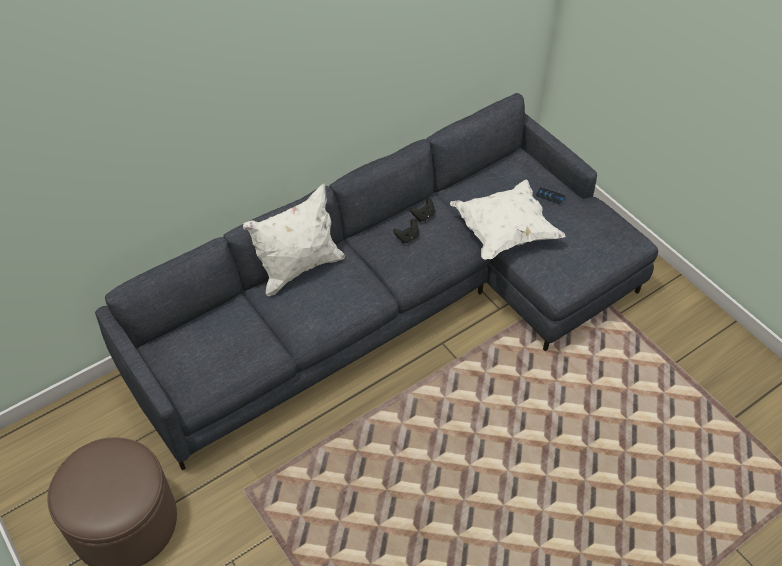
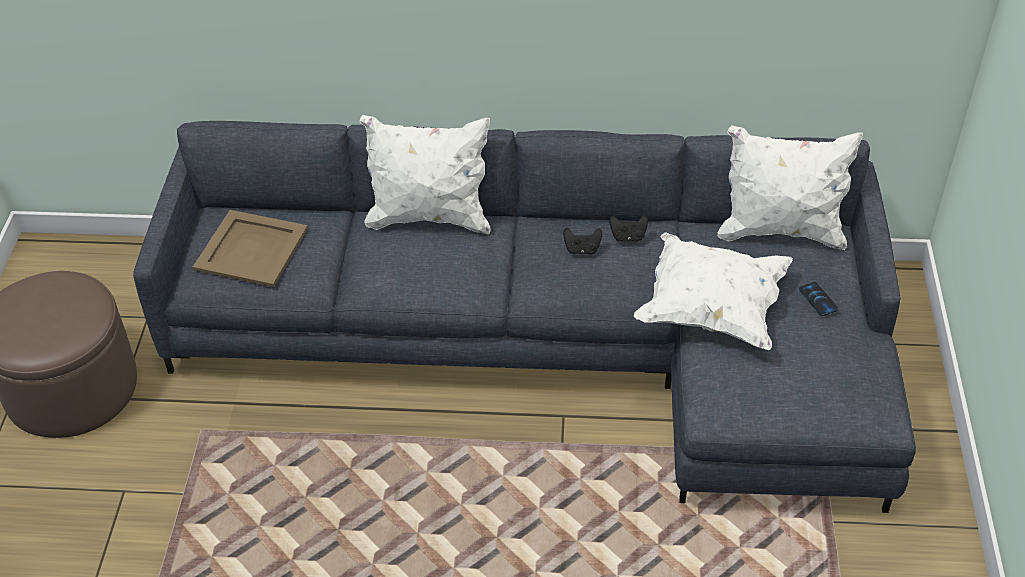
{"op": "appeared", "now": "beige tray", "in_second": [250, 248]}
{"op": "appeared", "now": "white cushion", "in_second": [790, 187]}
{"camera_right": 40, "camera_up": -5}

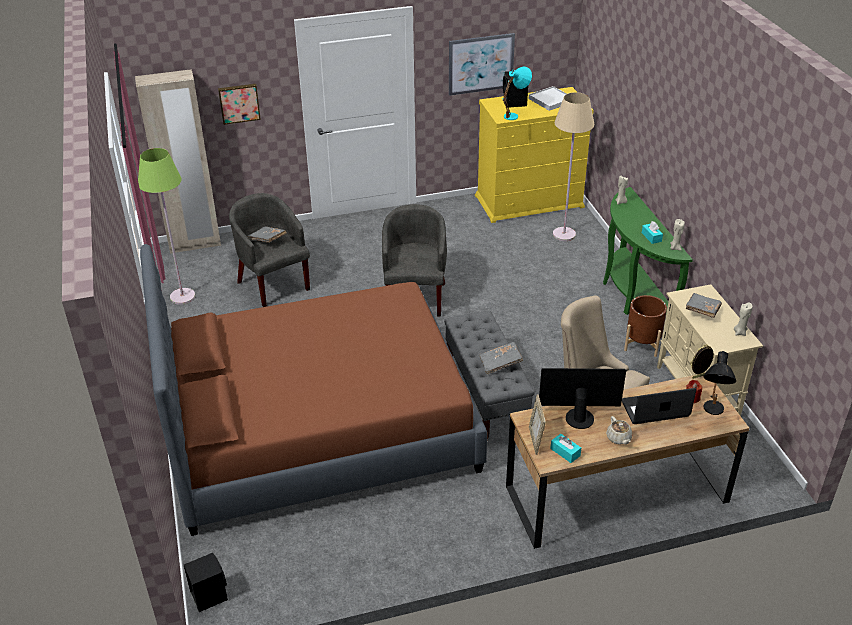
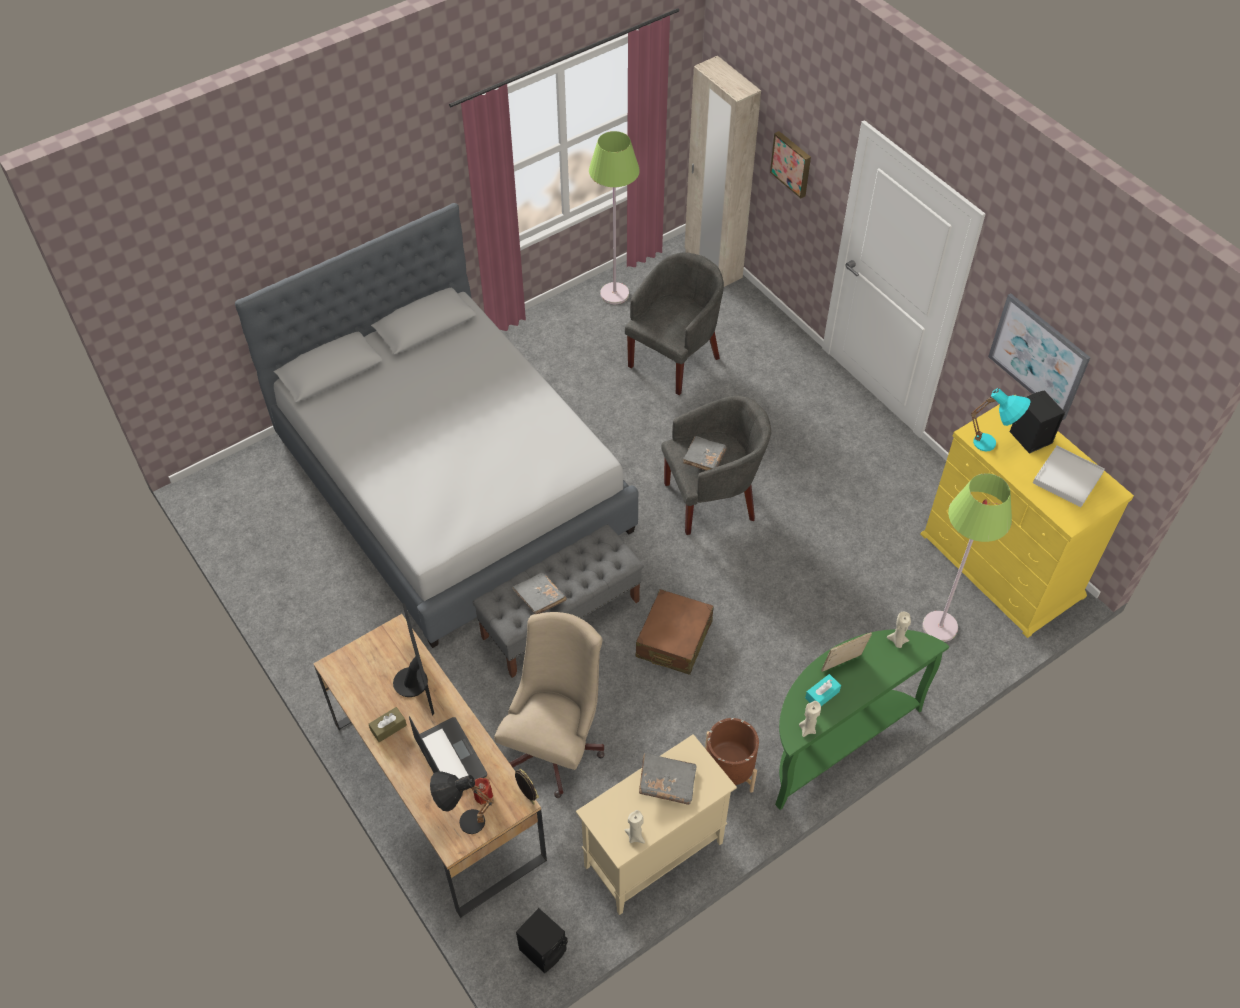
{"op": "colour", "was": "brownish sleeping bed", "now": "gray sleeping bed", "in_first": [313, 390], "in_second": [437, 425]}
{"op": "relocated", "was": "black-coloured loudspeaker", "in_first": [206, 582], "in_second": [542, 940]}
{"op": "relocated", "was": "gray bound book", "in_first": [267, 234], "in_second": [705, 453]}
{"op": "relocated", "was": "standing frame", "in_first": [537, 424], "in_second": [846, 652]}
{"op": "missing", "was": "turquoise tissue box", "in_first": [565, 448]}
{"op": "colour", "was": "beige standard lamp", "now": "green standard lamp", "in_first": [573, 166], "in_second": [967, 557]}
{"op": "exchanged", "was": "beige tea pot", "now": "brownish tissue box", "in_first": [619, 430], "in_second": [388, 724]}
{"op": "appeared", "now": "brownish piece of luggage", "in_second": [675, 632]}
{"camera_right": 70, "camera_up": 15}

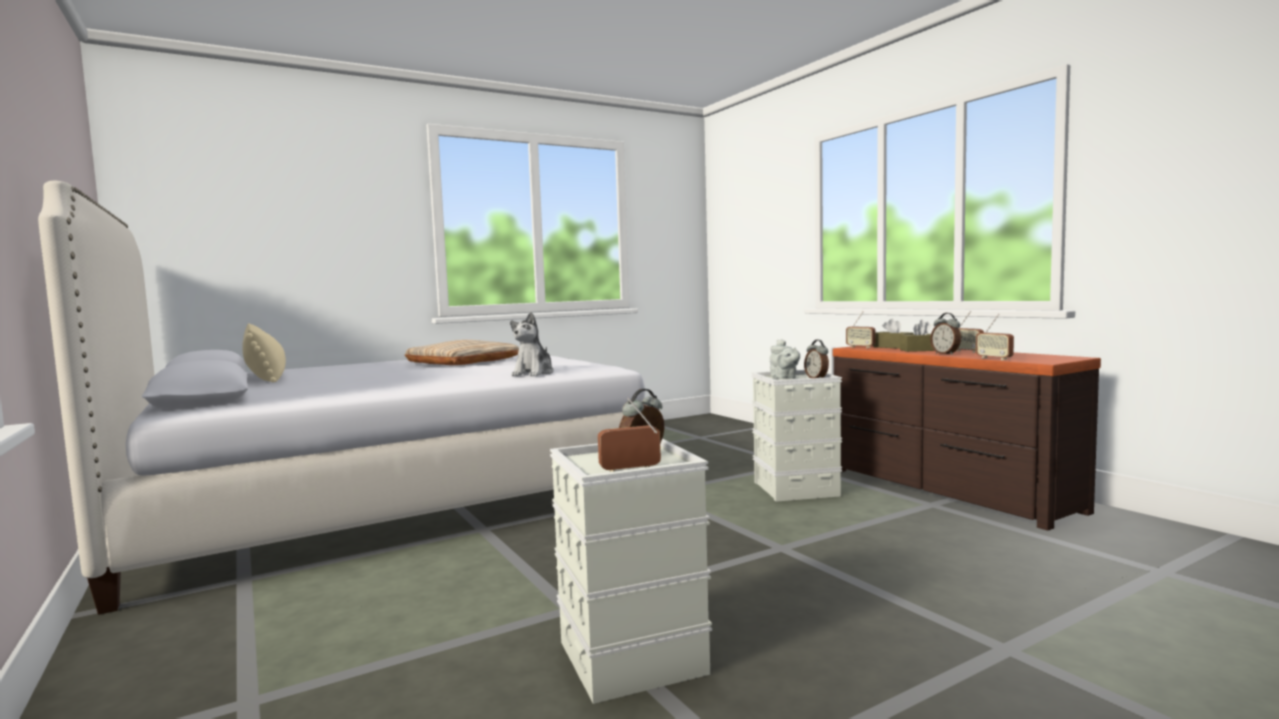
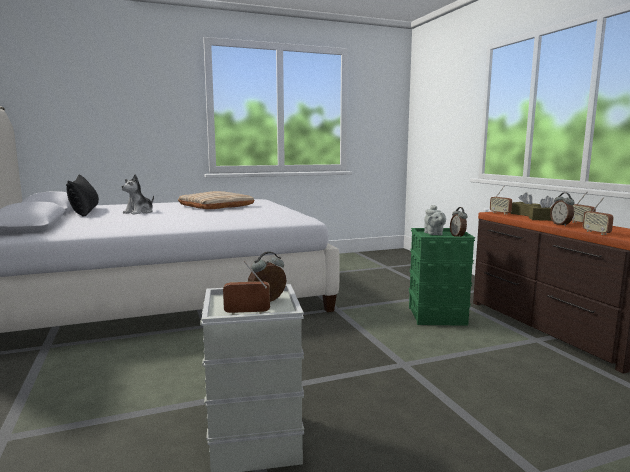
{"op": "colour", "was": "beige cushion", "now": "black-coloured cushion", "in_first": [264, 352], "in_second": [82, 195]}
{"op": "relocated", "was": "plush toy", "in_first": [532, 344], "in_second": [137, 194]}
{"op": "colour", "was": "gray storage bin", "now": "green storage bin", "in_first": [796, 436], "in_second": [442, 277]}
{"camera_right": 10, "camera_up": 5}

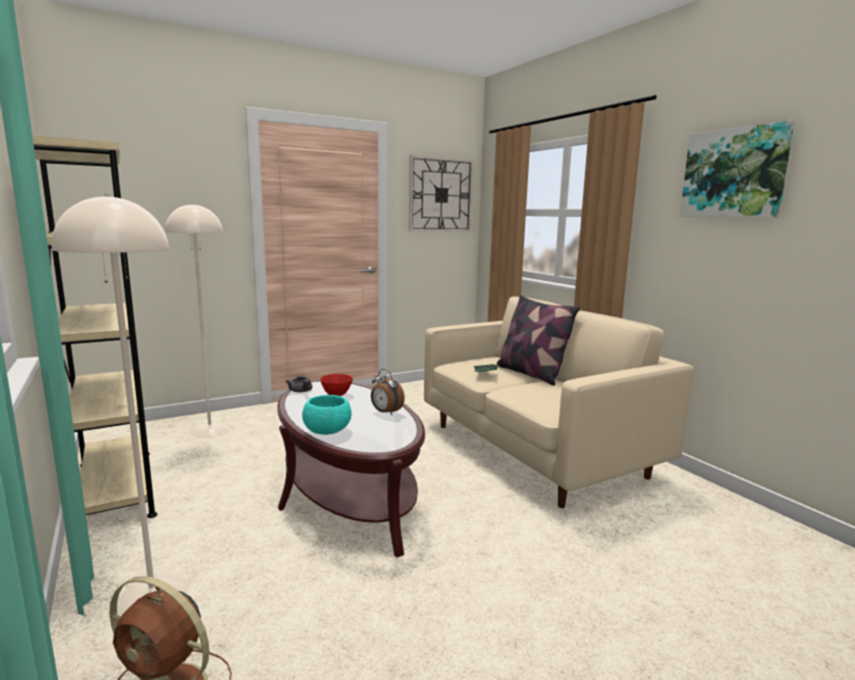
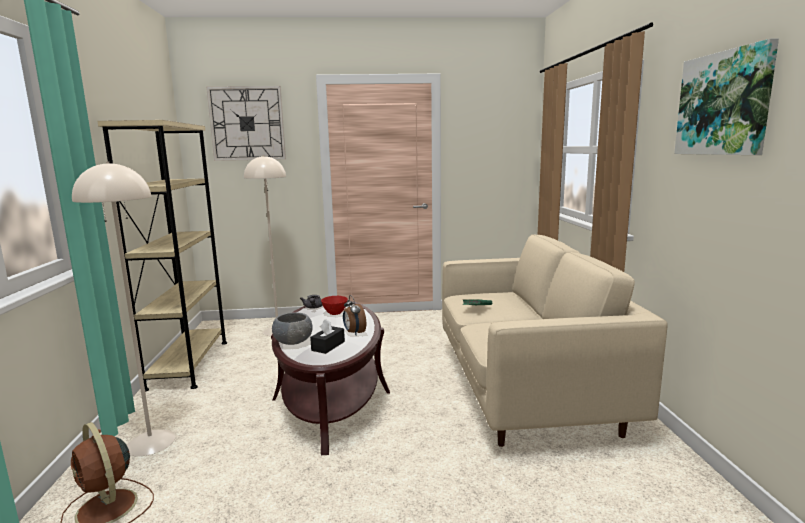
{"op": "colour", "was": "turquoise bowl", "now": "gray bowl", "in_first": [327, 415], "in_second": [292, 329]}
{"op": "relocated", "was": "wall clock", "in_first": [441, 193], "in_second": [246, 123]}
{"op": "missing", "was": "cushion", "in_first": [538, 340]}
{"op": "appeared", "now": "black-coloured tissue box", "in_second": [327, 336]}
{"camera_right": 25, "camera_up": 0}

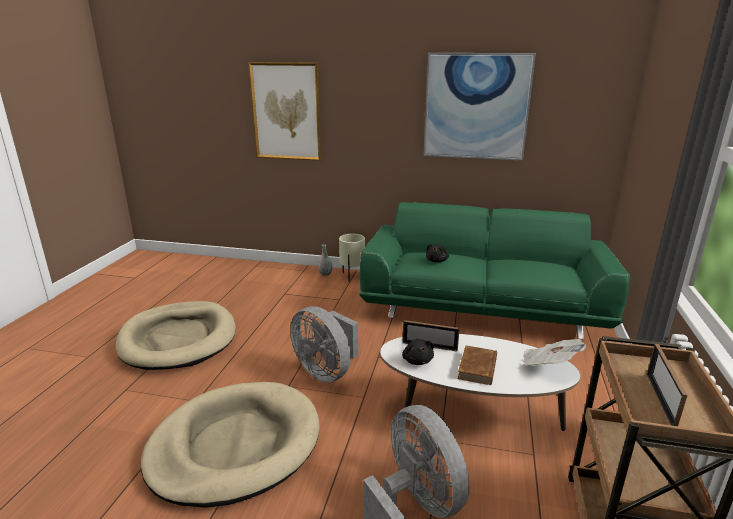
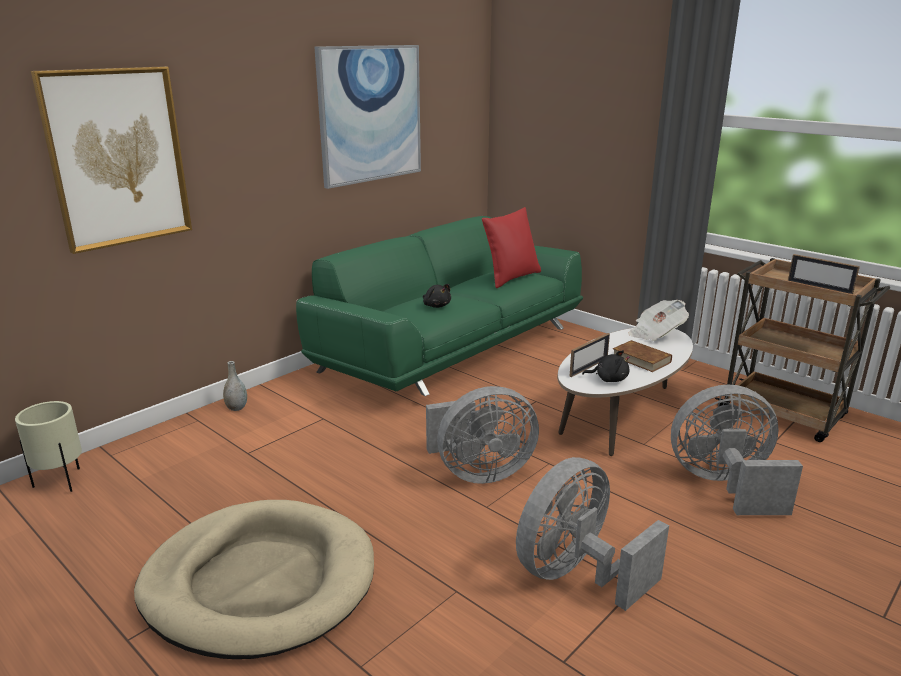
{"op": "exchanged", "was": "beige dog bed", "now": "gray cooling fan", "in_first": [230, 445], "in_second": [592, 534]}
{"op": "relocated", "was": "beige planter", "in_first": [352, 258], "in_second": [48, 446]}
{"op": "appeared", "now": "red-coloured cushion", "in_second": [511, 247]}
{"camera_right": -60, "camera_up": 0}

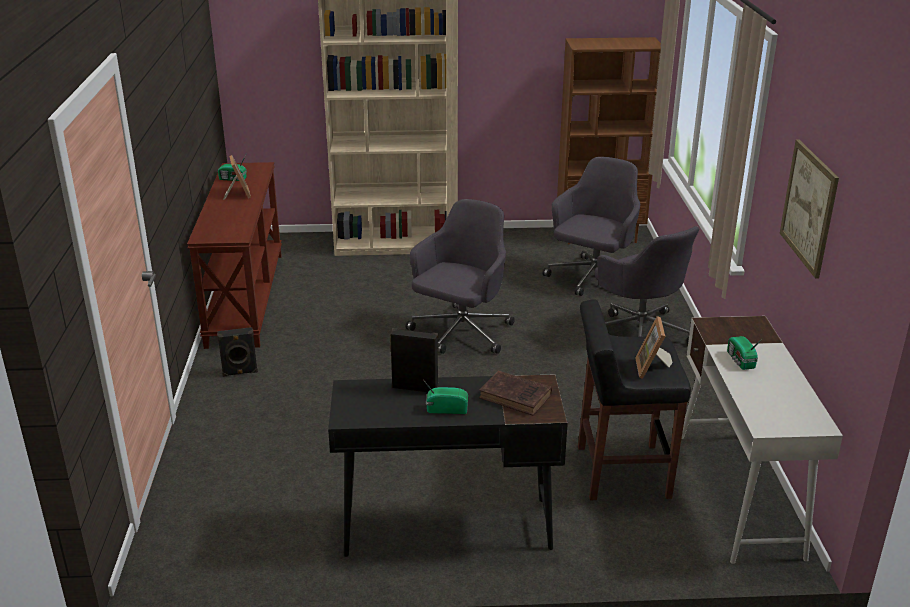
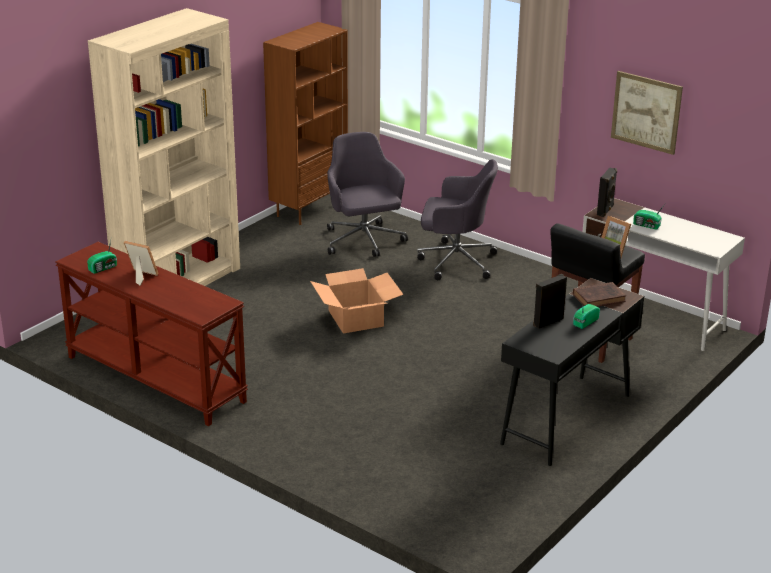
{"op": "relocated", "was": "black-coloured loudspeaker", "in_first": [237, 352], "in_second": [607, 192]}
{"op": "exchanged", "was": "gray computer chair", "now": "packing box", "in_first": [460, 276], "in_second": [357, 300]}
{"camera_right": -50, "camera_up": 0}

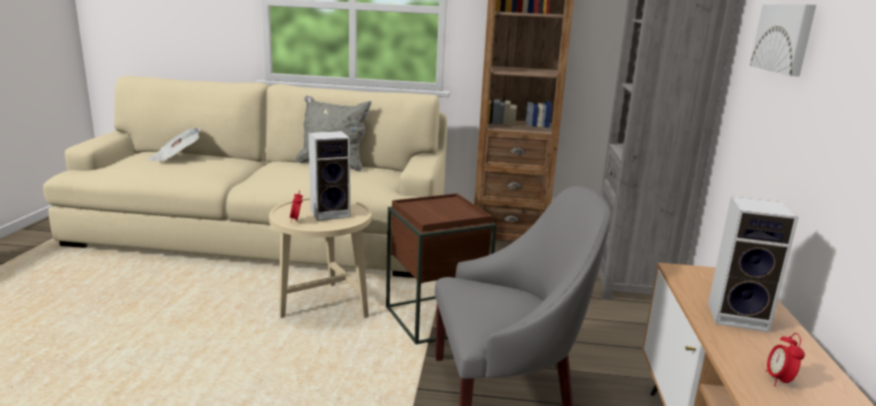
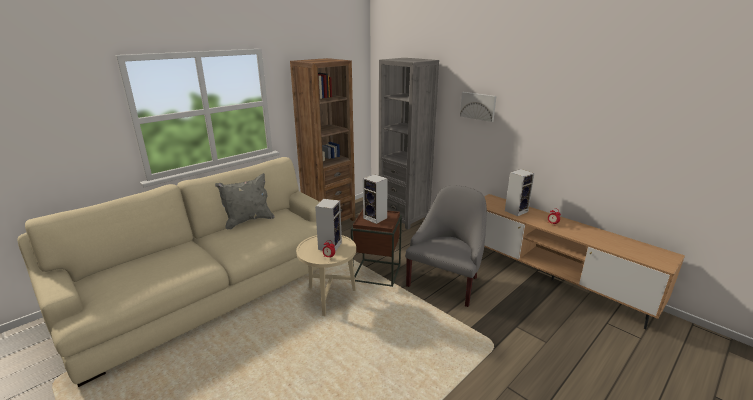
{"op": "missing", "was": "printed paper", "in_first": [174, 145]}
{"op": "appeared", "now": "loudspeaker", "in_second": [375, 199]}
{"camera_right": -50, "camera_up": 5}

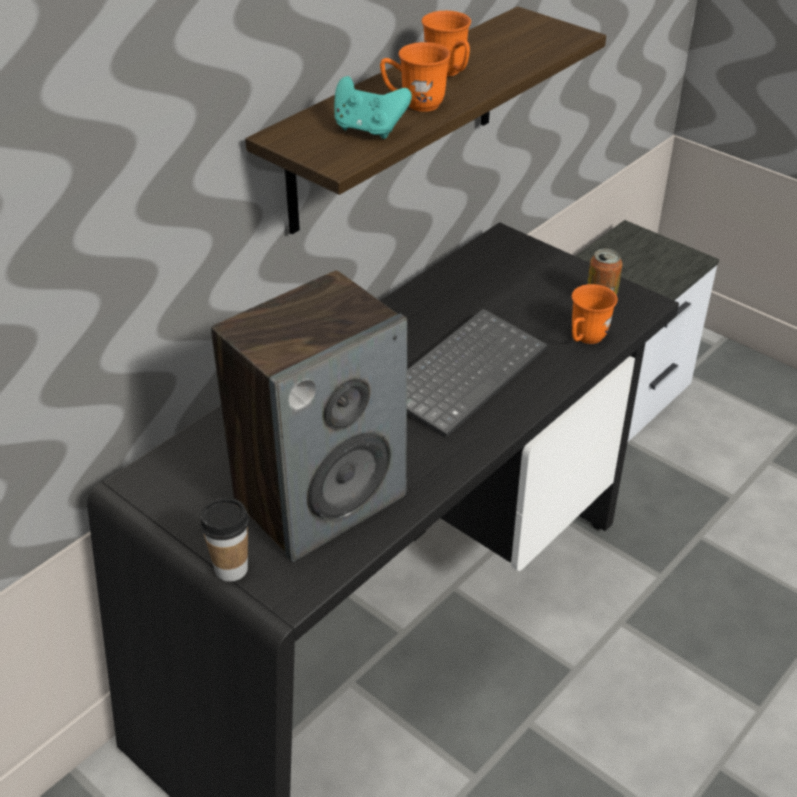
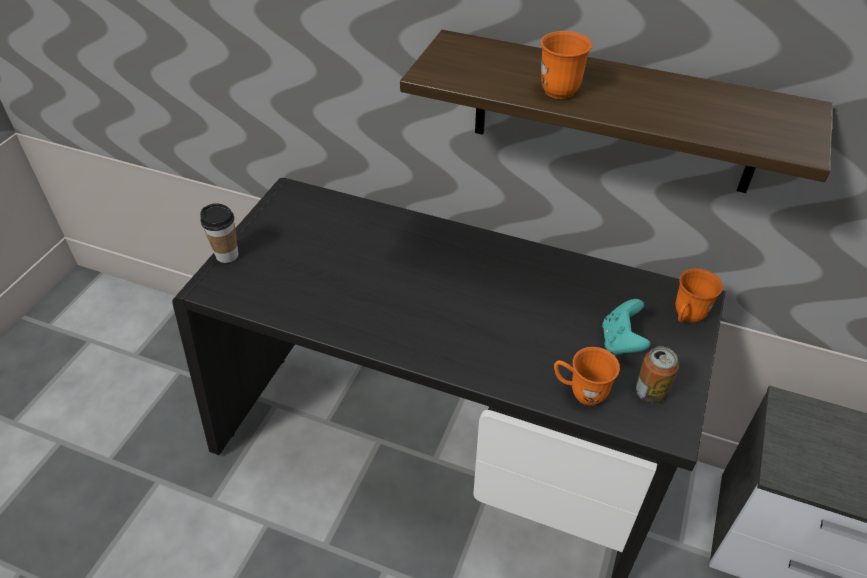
{"op": "missing", "was": "loudspeaker", "in_first": [309, 416]}
{"op": "relocated", "was": "turquoise game controller", "in_first": [373, 107], "in_second": [626, 327]}
{"op": "missing", "was": "PC keyboard", "in_first": [477, 373]}
{"op": "relocated", "was": "orange mug", "in_first": [446, 44], "in_second": [699, 295]}
{"camera_right": 70, "camera_up": 5}

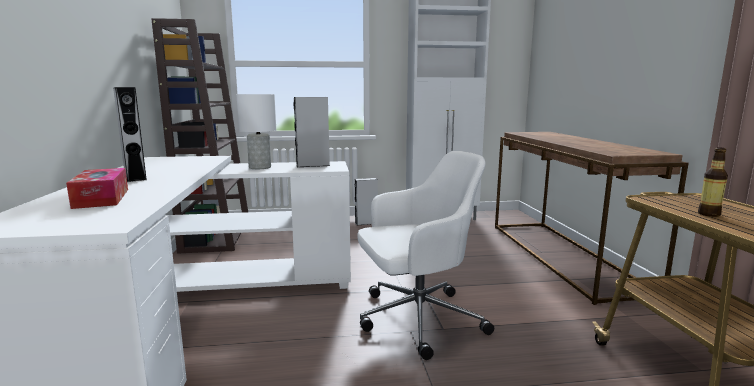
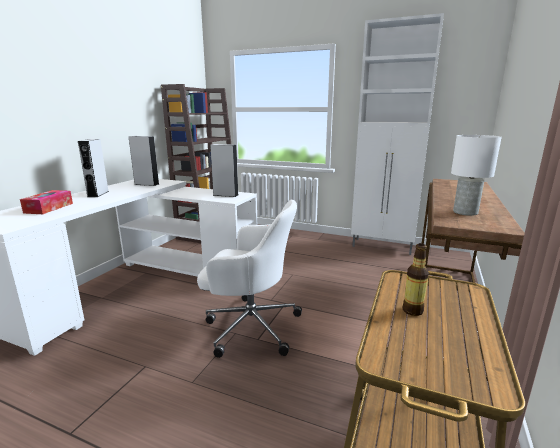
{"op": "relocated", "was": "white tabletop lamp", "in_first": [256, 131], "in_second": [476, 175]}
{"op": "relocated", "was": "gray loudspeaker", "in_first": [366, 201], "in_second": [143, 161]}
{"camera_right": 30, "camera_up": 5}

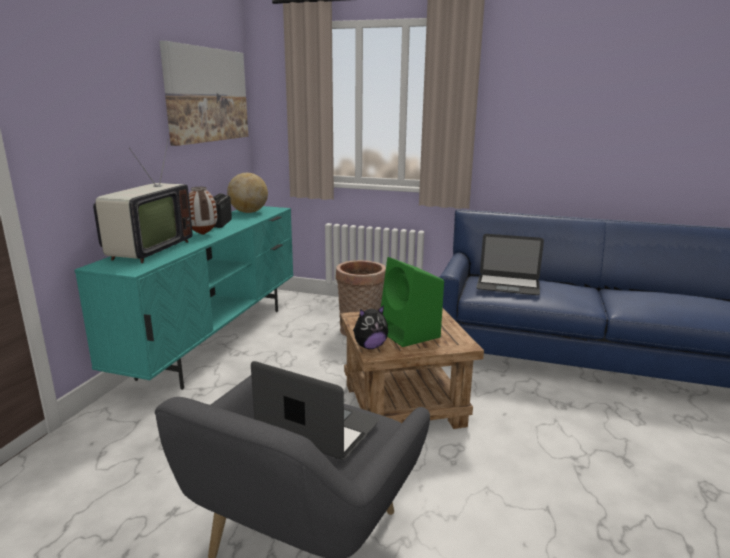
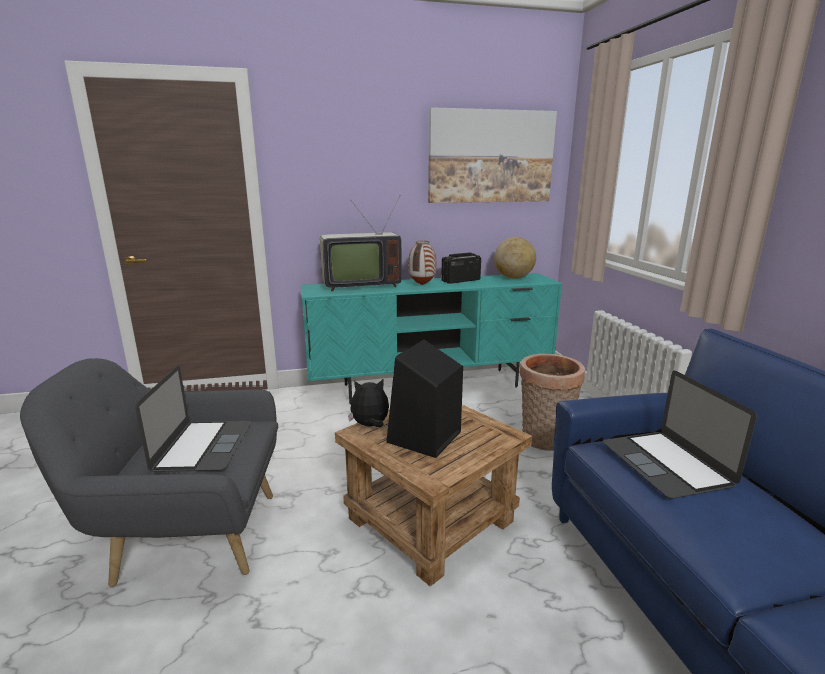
{"op": "spun", "was": "plush toy", "in_first": [370, 327], "in_second": [368, 403], "clockwise": 135}
{"op": "colour", "was": "green loudspeaker", "now": "black-coloured loudspeaker", "in_first": [412, 302], "in_second": [424, 399]}
{"camera_right": 60, "camera_up": 0}

